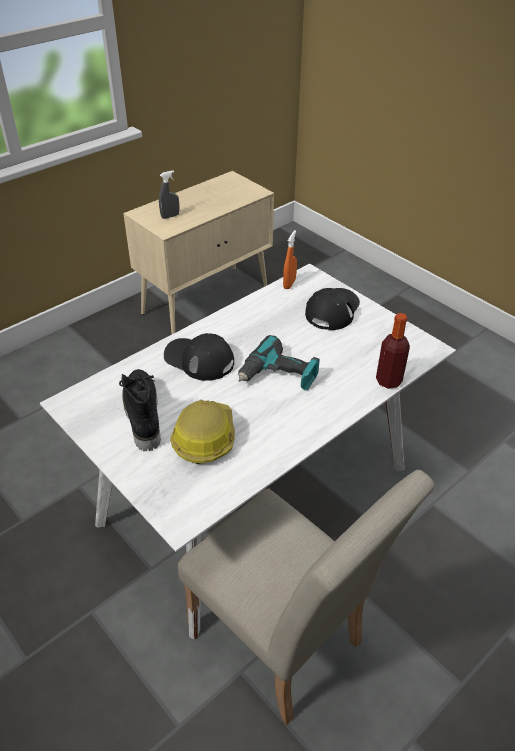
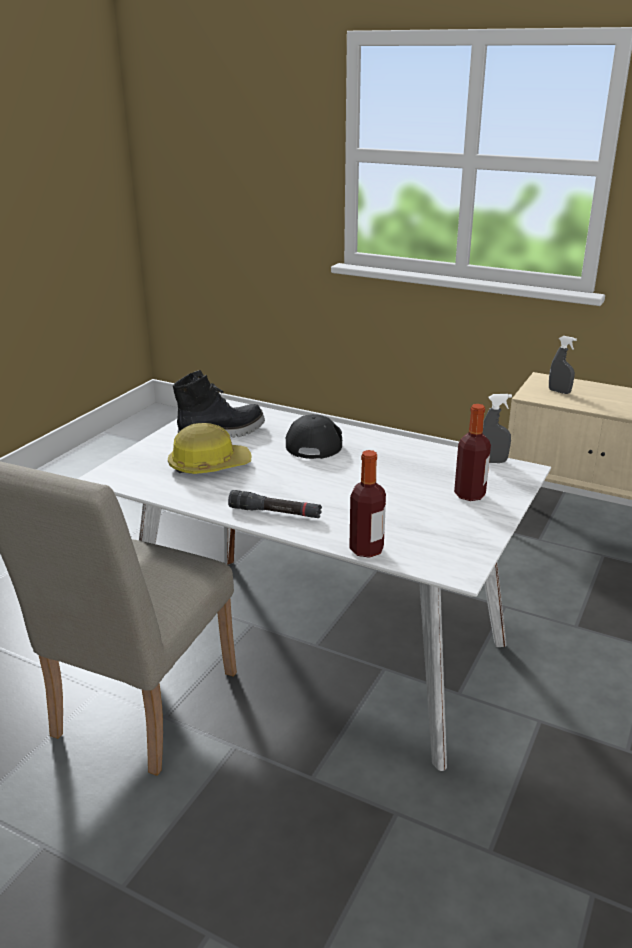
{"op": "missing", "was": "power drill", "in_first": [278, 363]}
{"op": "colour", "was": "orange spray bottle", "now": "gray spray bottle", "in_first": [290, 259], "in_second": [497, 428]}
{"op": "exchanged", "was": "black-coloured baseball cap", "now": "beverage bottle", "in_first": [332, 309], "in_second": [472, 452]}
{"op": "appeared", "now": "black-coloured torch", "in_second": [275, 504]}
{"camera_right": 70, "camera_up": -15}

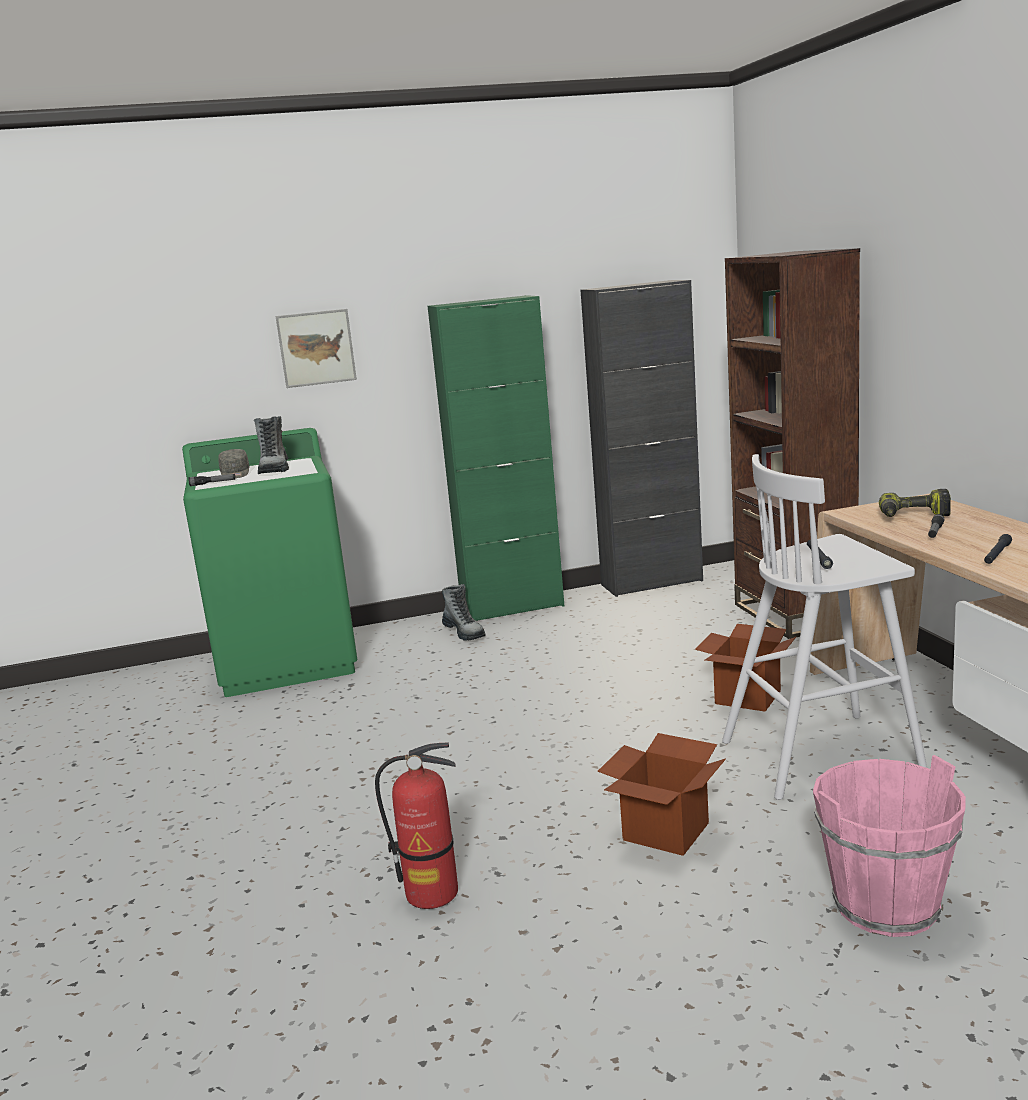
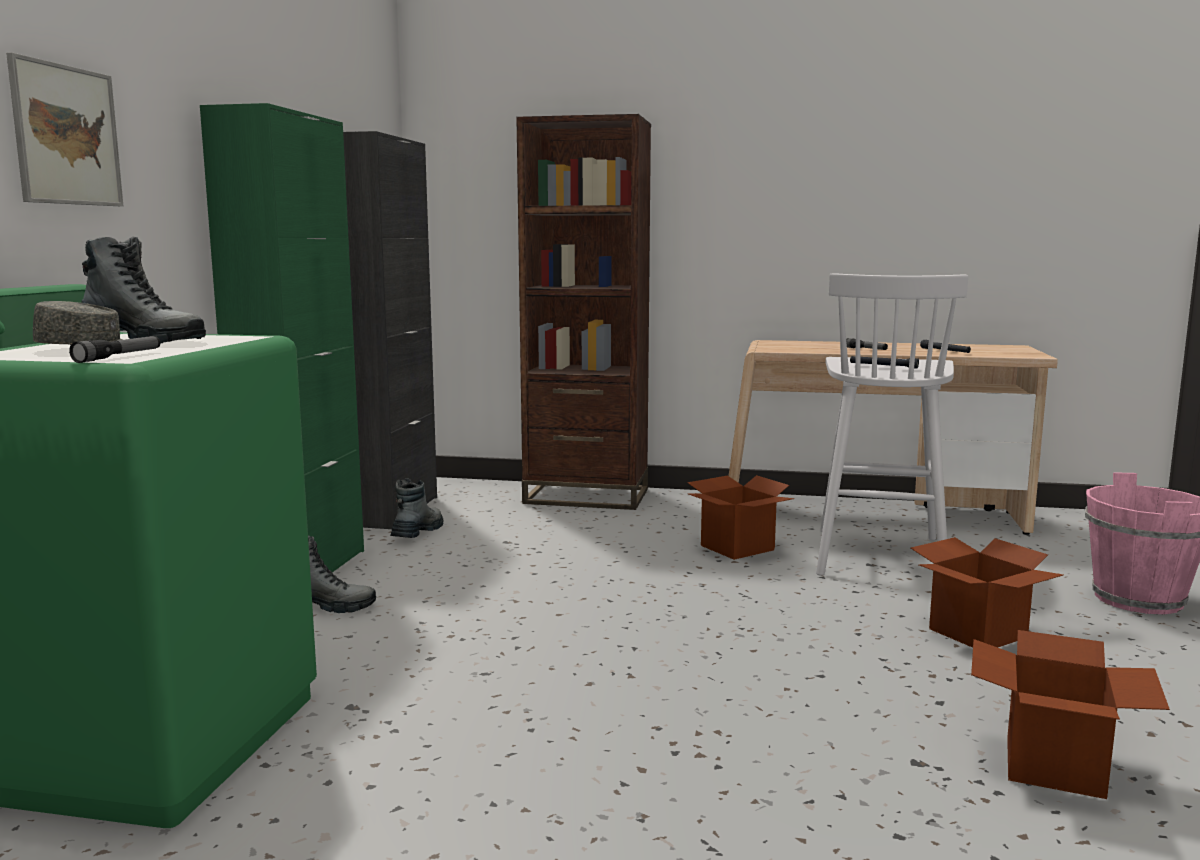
{"op": "exchanged", "was": "extinguisher", "now": "packing box", "in_first": [416, 826], "in_second": [1070, 714]}
{"op": "missing", "was": "power drill", "in_first": [915, 503]}
{"op": "appeared", "now": "high-top boot", "in_second": [417, 508]}
{"camera_right": -65, "camera_up": -5}

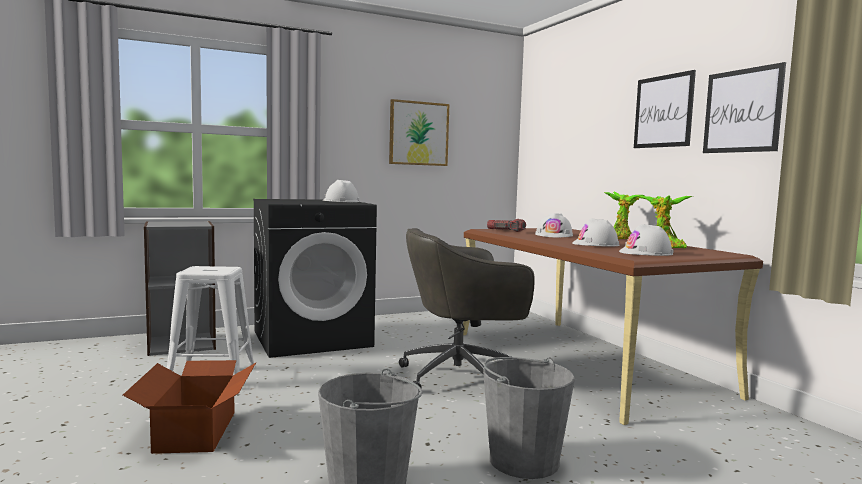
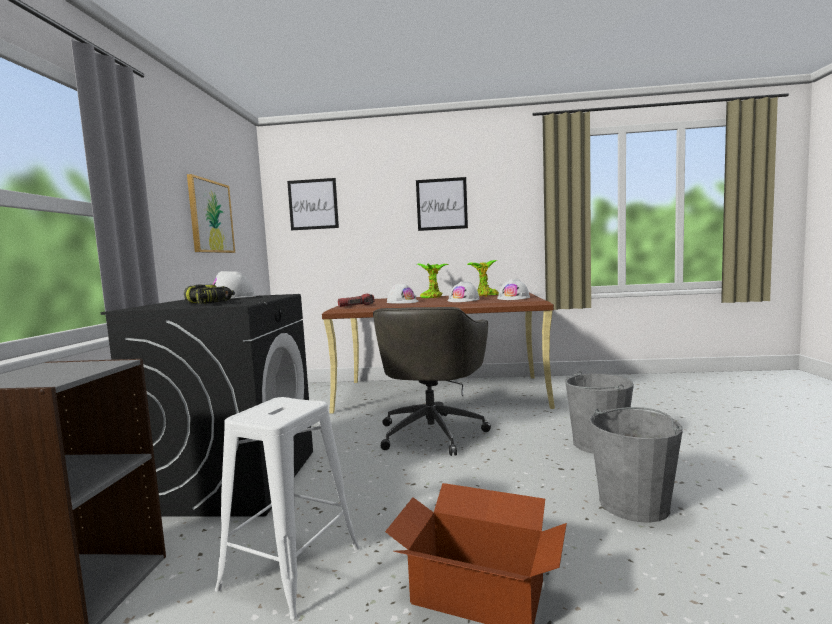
{"op": "relocated", "was": "wall art", "in_first": [744, 107], "in_second": [313, 204]}
{"op": "appeared", "now": "power drill", "in_second": [209, 294]}
{"camera_right": -60, "camera_up": 0}

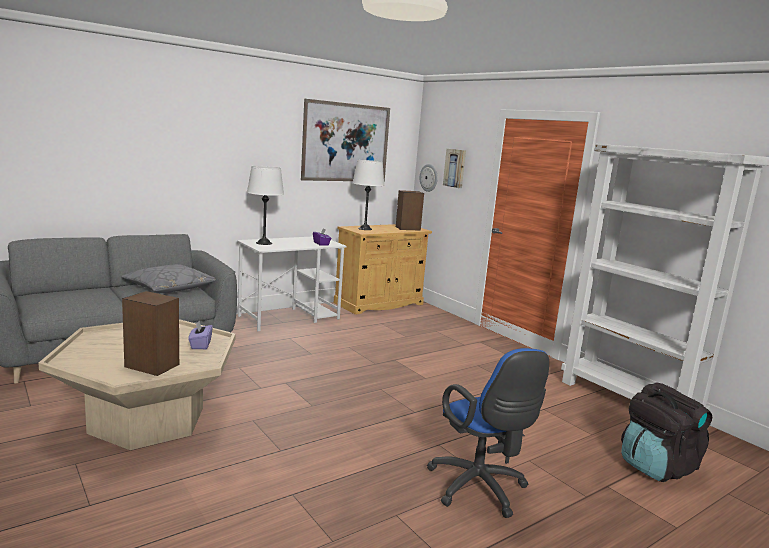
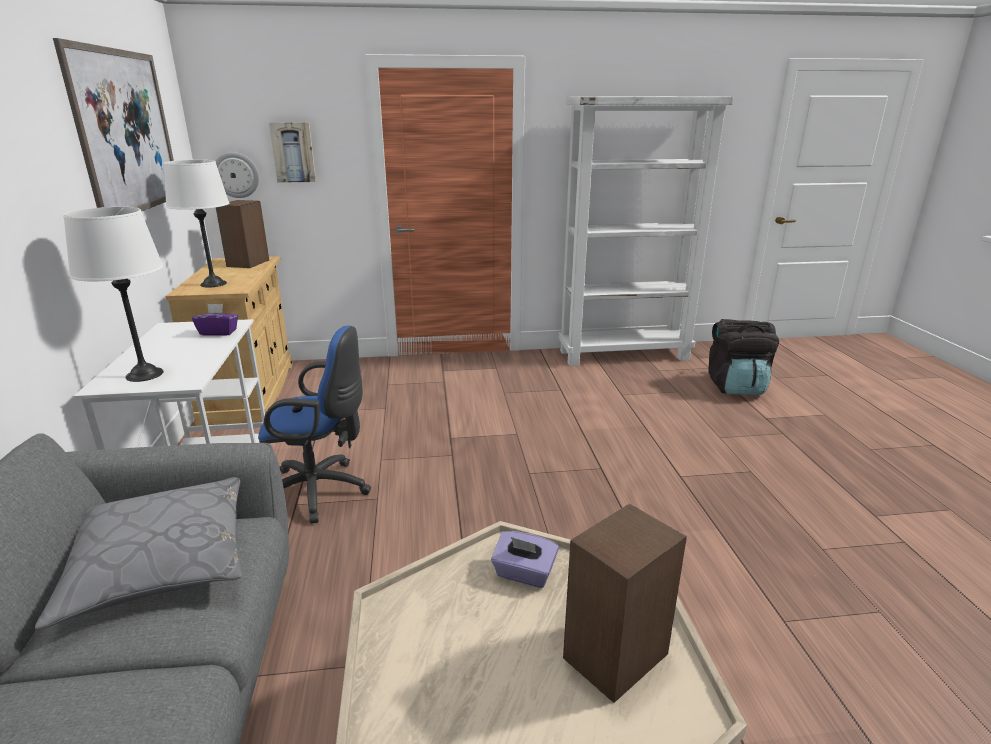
{"op": "relocated", "was": "blue computer chair", "in_first": [488, 433], "in_second": [314, 424]}
{"camera_right": -60, "camera_up": 10}

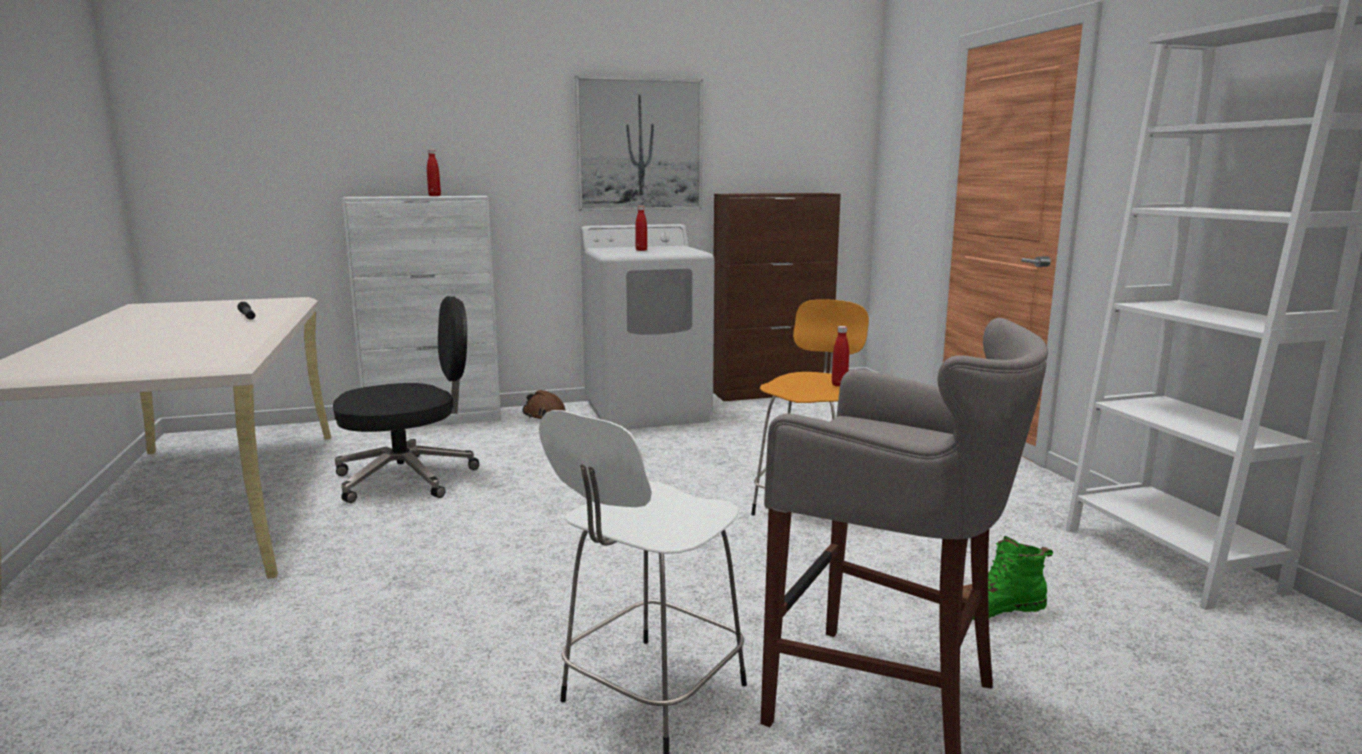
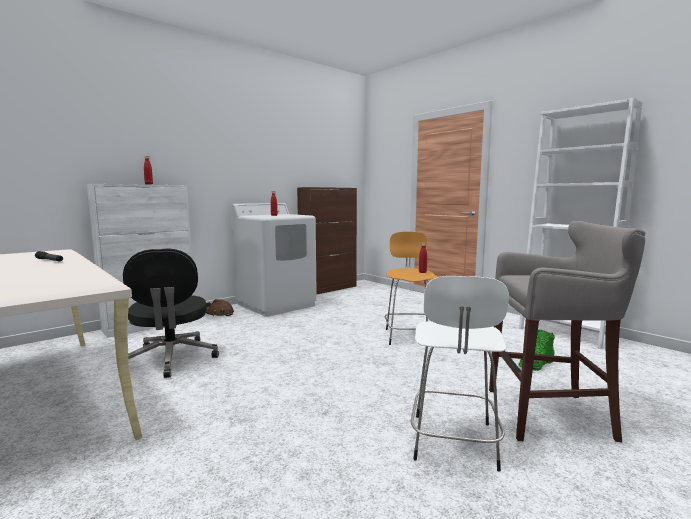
{"op": "spun", "was": "black-coloured computer chair", "in_first": [406, 399], "in_second": [171, 313], "clockwise": 120}
{"op": "missing", "was": "wall art", "in_first": [639, 143]}
{"camera_right": -25, "camera_up": -5}

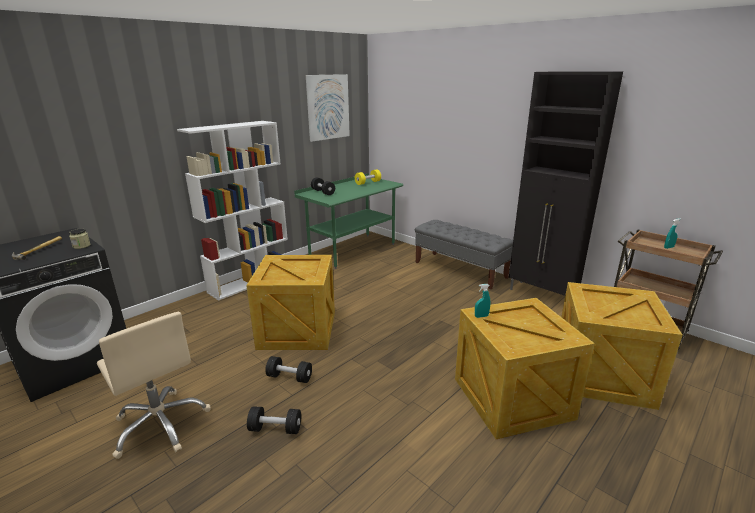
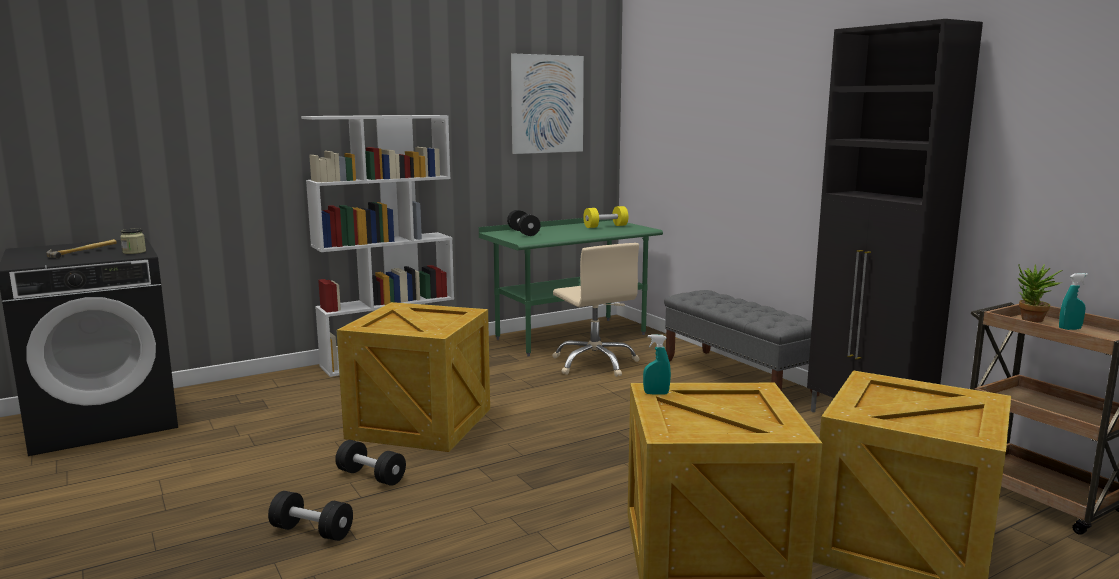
{"op": "relocated", "was": "beige computer chair", "in_first": [154, 385], "in_second": [596, 310]}
{"op": "appeared", "now": "plant in a pot", "in_second": [1040, 293]}
{"camera_right": 15, "camera_up": -10}

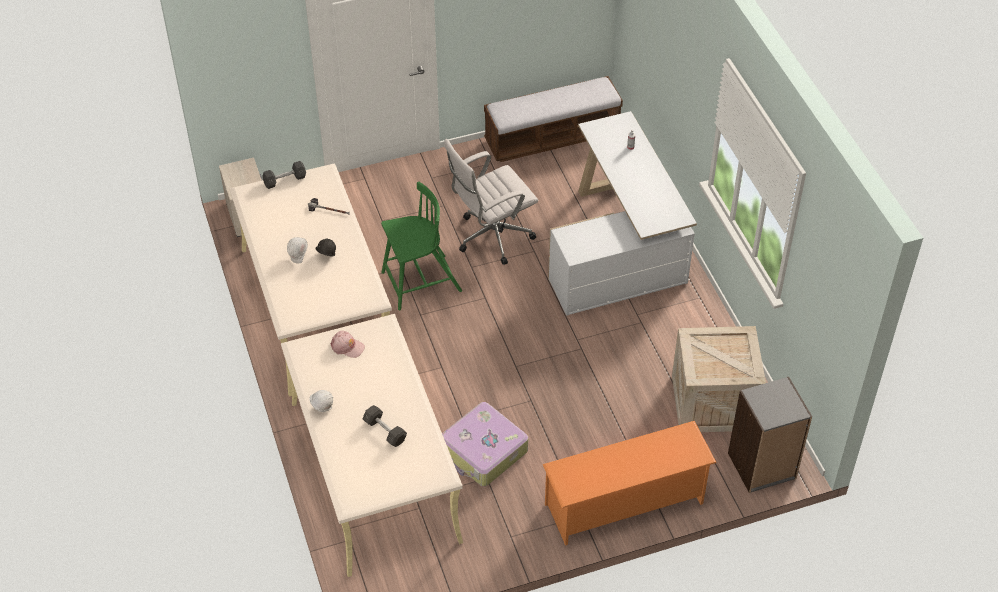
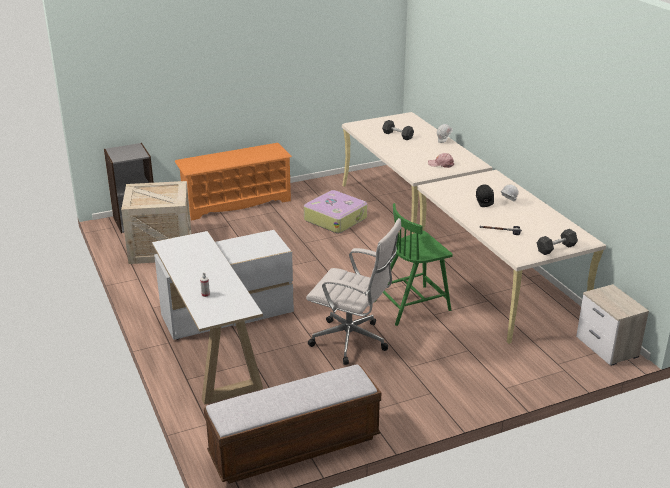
{"op": "spun", "was": "white computer chair", "in_first": [491, 202], "in_second": [354, 291], "clockwise": 60}
{"camera_right": 175, "camera_up": -20}

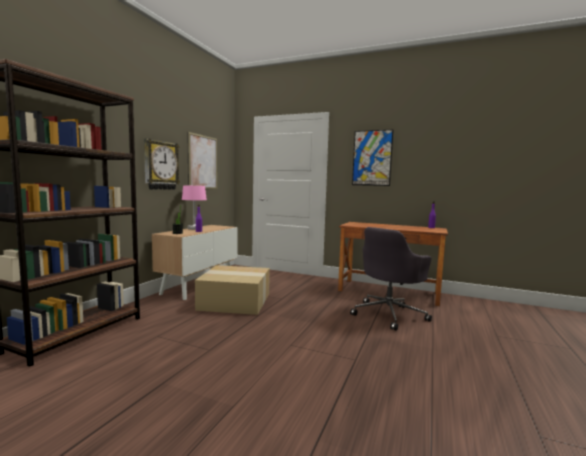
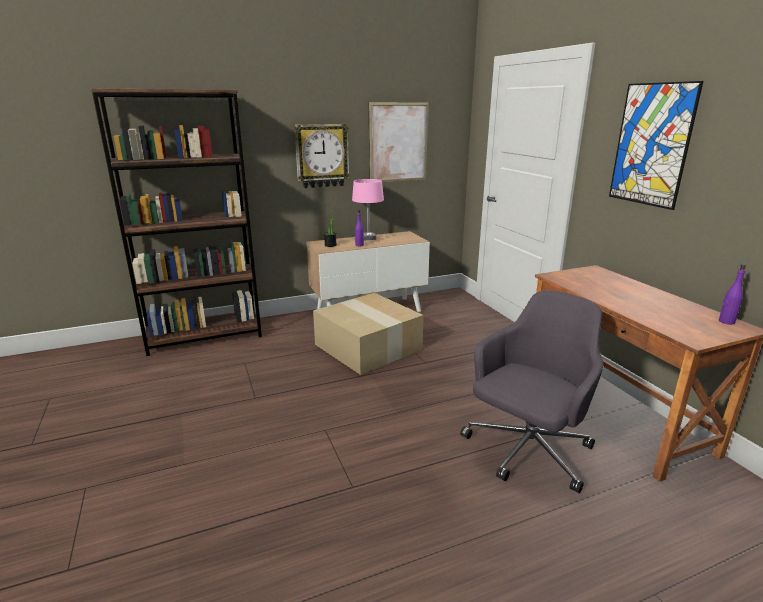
{"op": "spun", "was": "gray computer chair", "in_first": [391, 279], "in_second": [531, 391], "clockwise": 135}
{"camera_right": 45, "camera_up": 15}

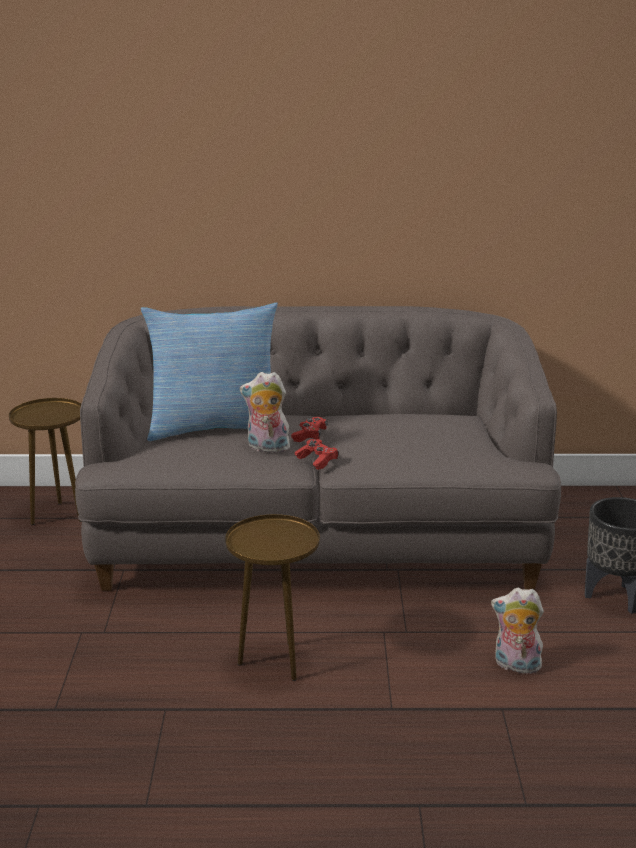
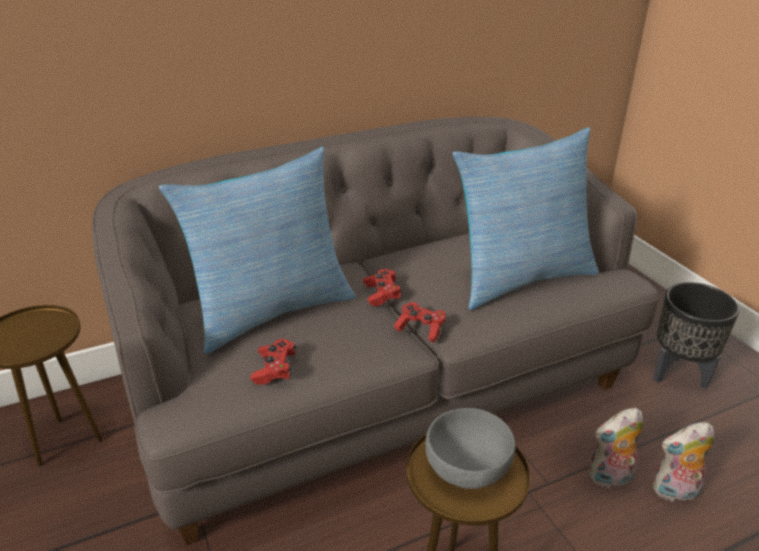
{"op": "relocated", "was": "plush toy", "in_first": [267, 412], "in_second": [616, 448]}
{"op": "appeared", "now": "red-coloured game controller", "in_second": [273, 362]}
{"op": "appeared", "now": "gray bowl", "in_second": [470, 448]}
{"op": "appeared", "now": "cushion", "in_second": [525, 219]}
{"camera_right": -25, "camera_up": 10}

